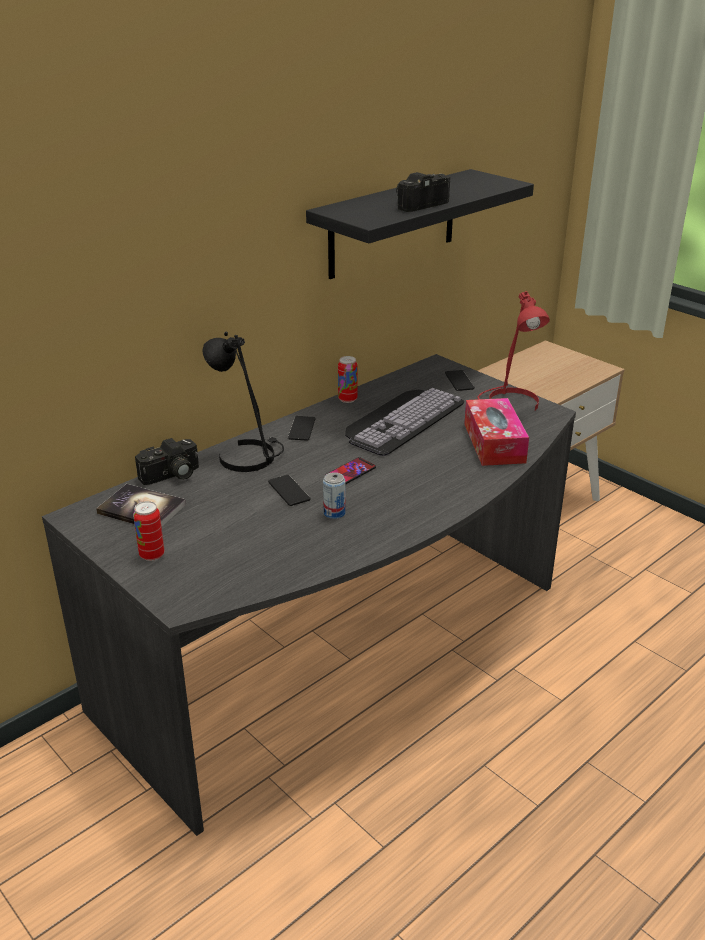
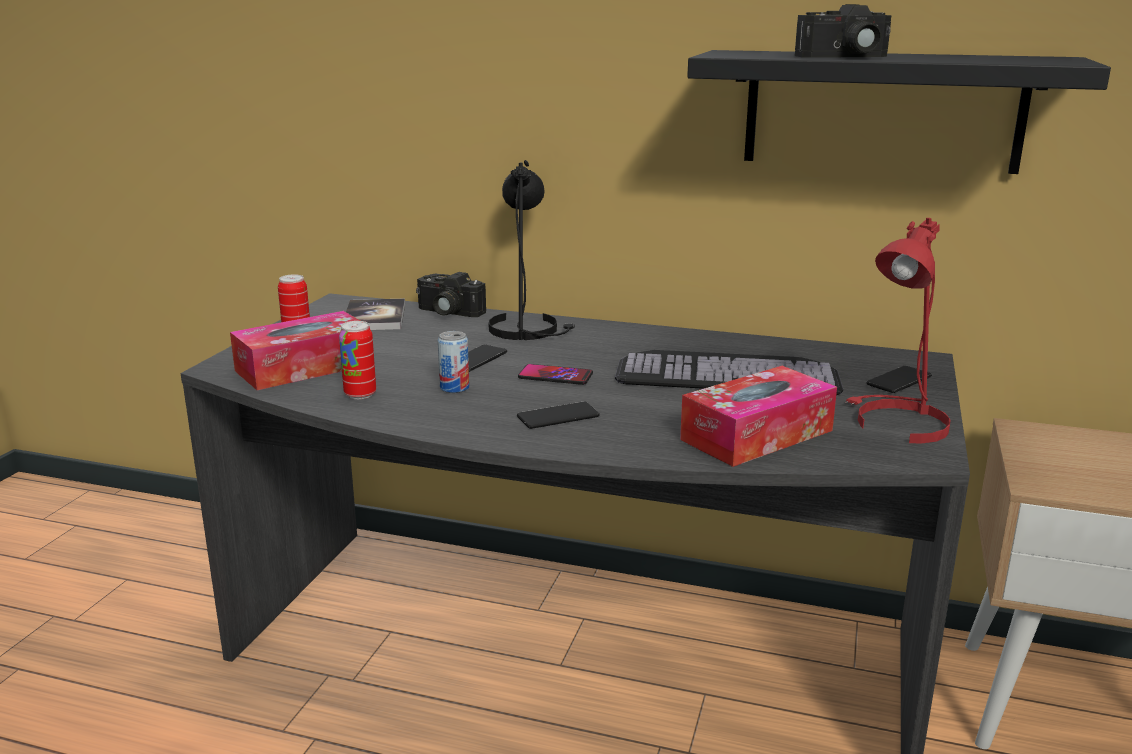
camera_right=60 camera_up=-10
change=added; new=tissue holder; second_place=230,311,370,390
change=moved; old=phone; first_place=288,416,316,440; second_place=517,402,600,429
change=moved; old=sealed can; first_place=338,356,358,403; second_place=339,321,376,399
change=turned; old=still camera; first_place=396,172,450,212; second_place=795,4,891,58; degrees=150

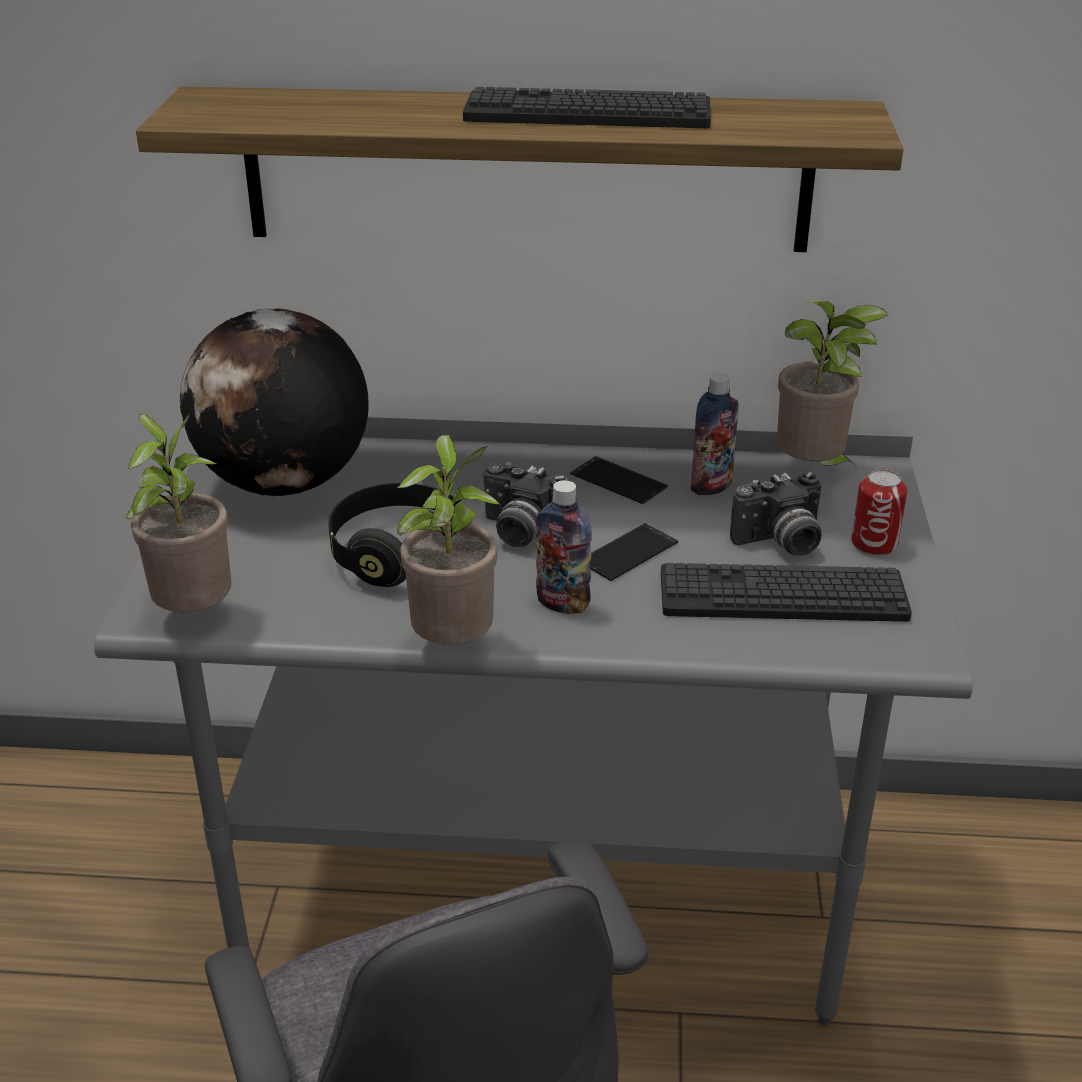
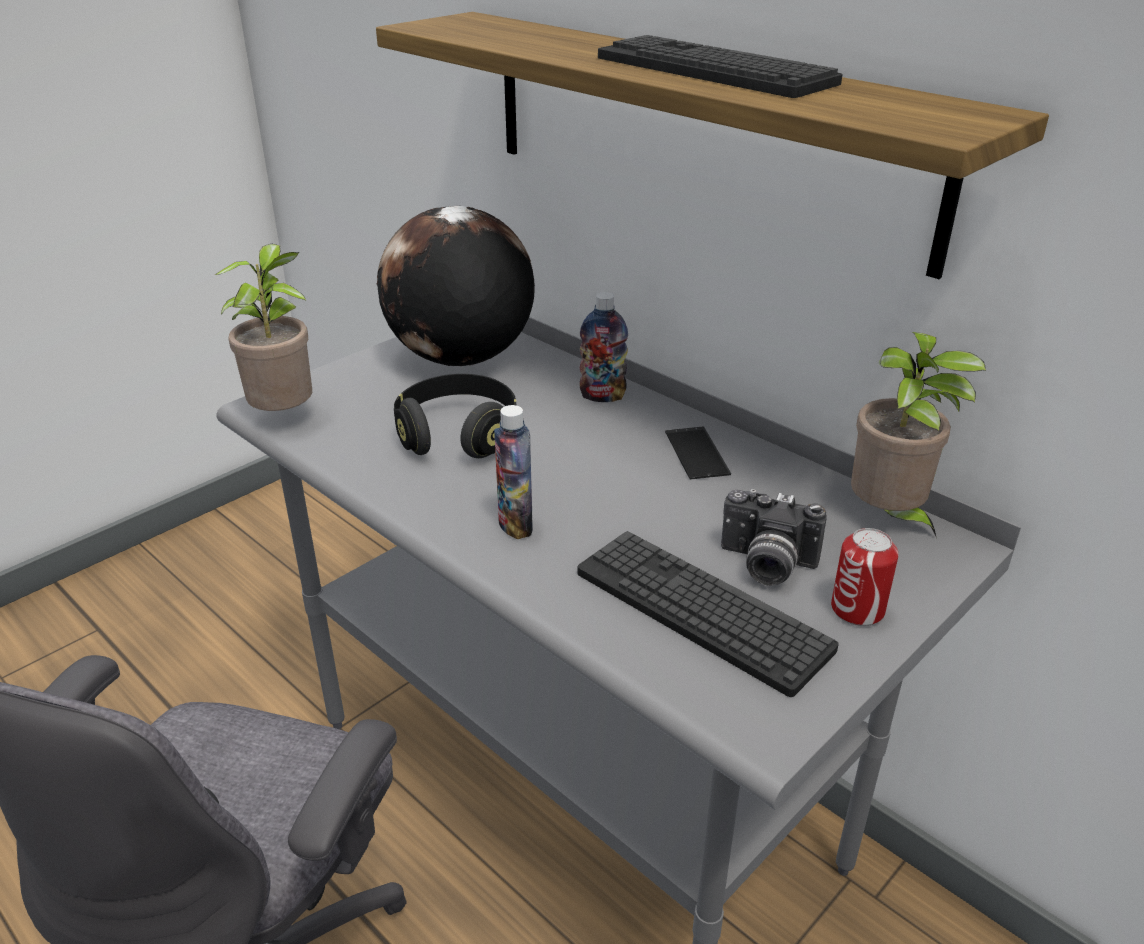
camera_right=40 camera_up=0
change=removed; old=houseplant; first_place=397,435,500,645
change=removed; old=still camera; first_place=484,462,570,547
change=removed; old=phone; first_place=590,523,678,581
change=moved; old=drink bottle; first_place=691,373,739,495; second_place=579,292,628,402

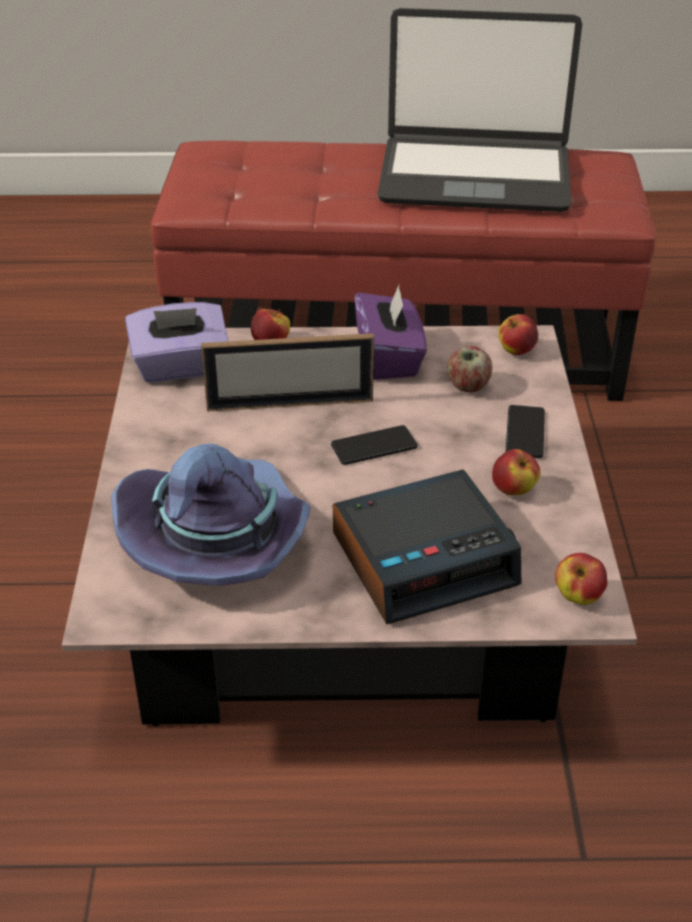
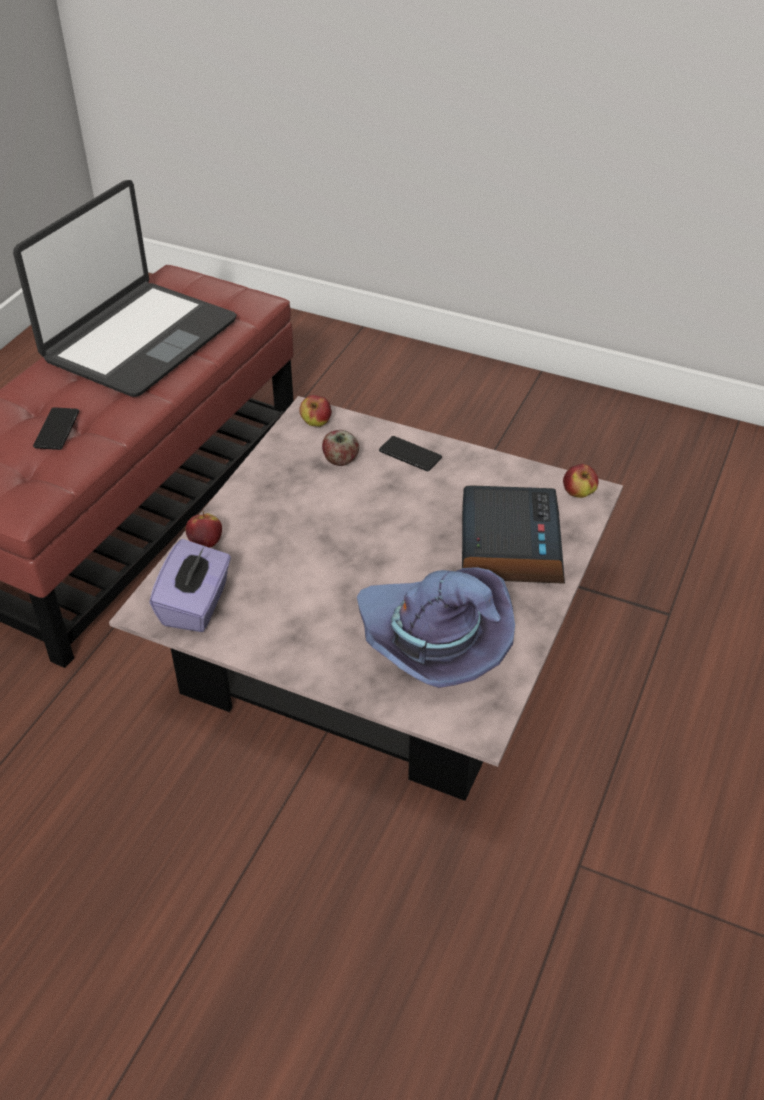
camera_right=-65 camera_up=5
change=removed; old=standing frame; first_place=201,333,374,412
change=removed; old=tissue holder (purple); first_place=354,285,427,380
change=removed; old=apple; first_place=492,449,540,495
change=moved; old=phone; first_place=331,425,418,465; second_place=33,407,79,450

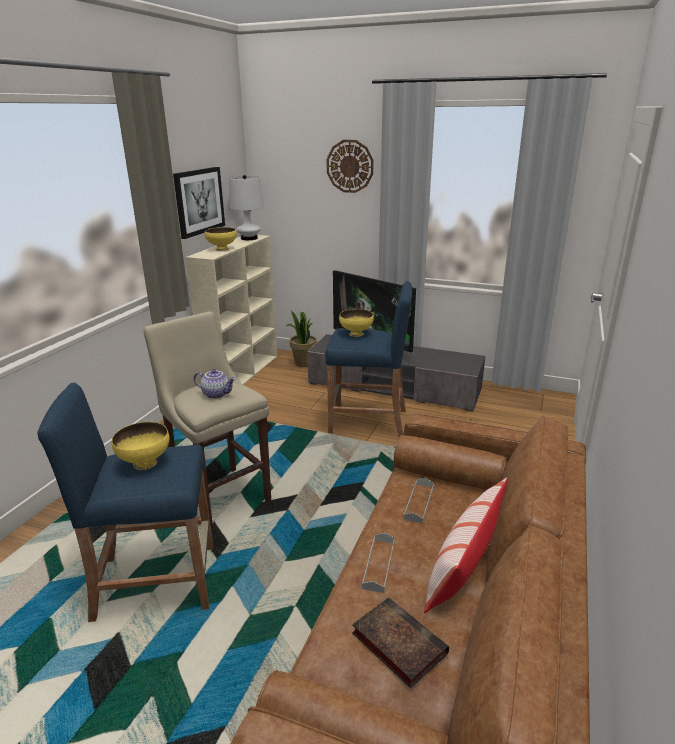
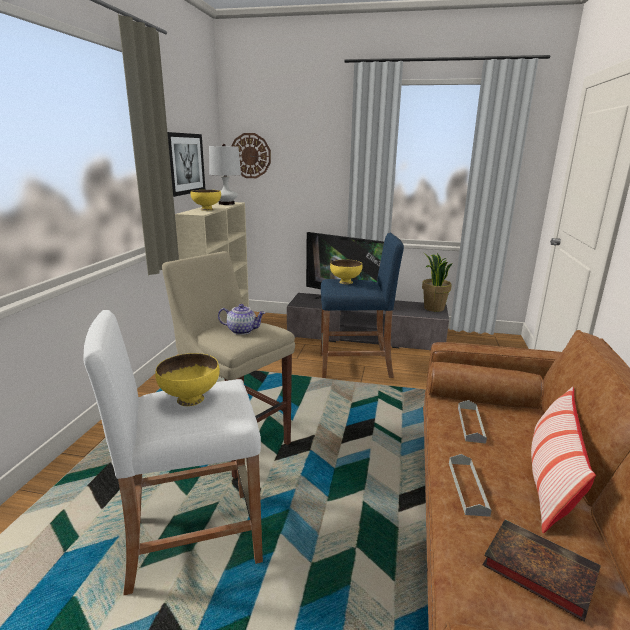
camera_right=-10 camera_up=-5
change=moved; old=houseplant; first_place=286,310,317,367; second_place=422,252,453,312
change=moved; old=wall clock; first_place=327,140,374,193; second_place=232,133,271,178
change=recoloured; old=sitting stool (bluish); new=sitting stool (white-coloured); first_place=37,383,213,622; second_place=83,310,263,596

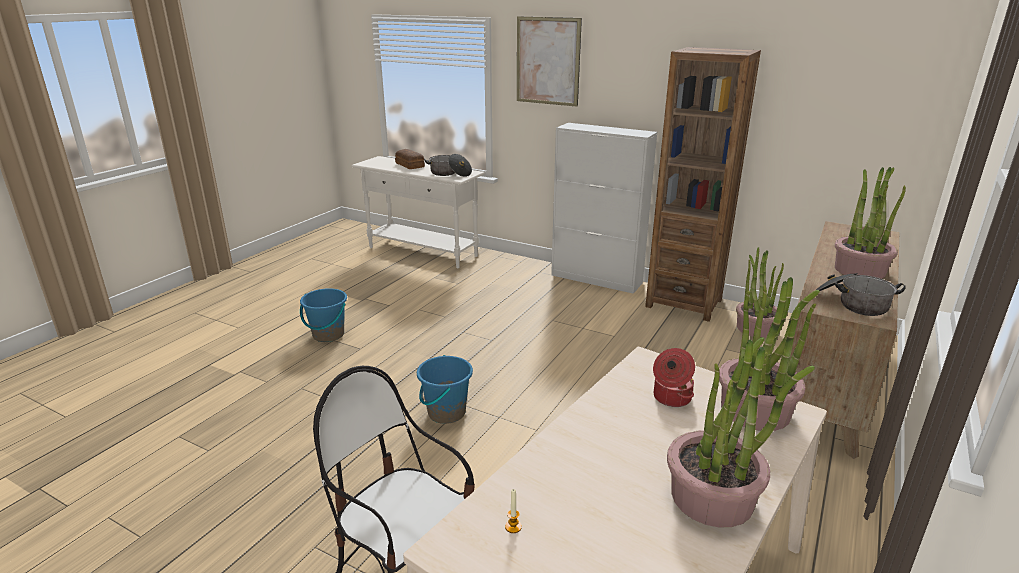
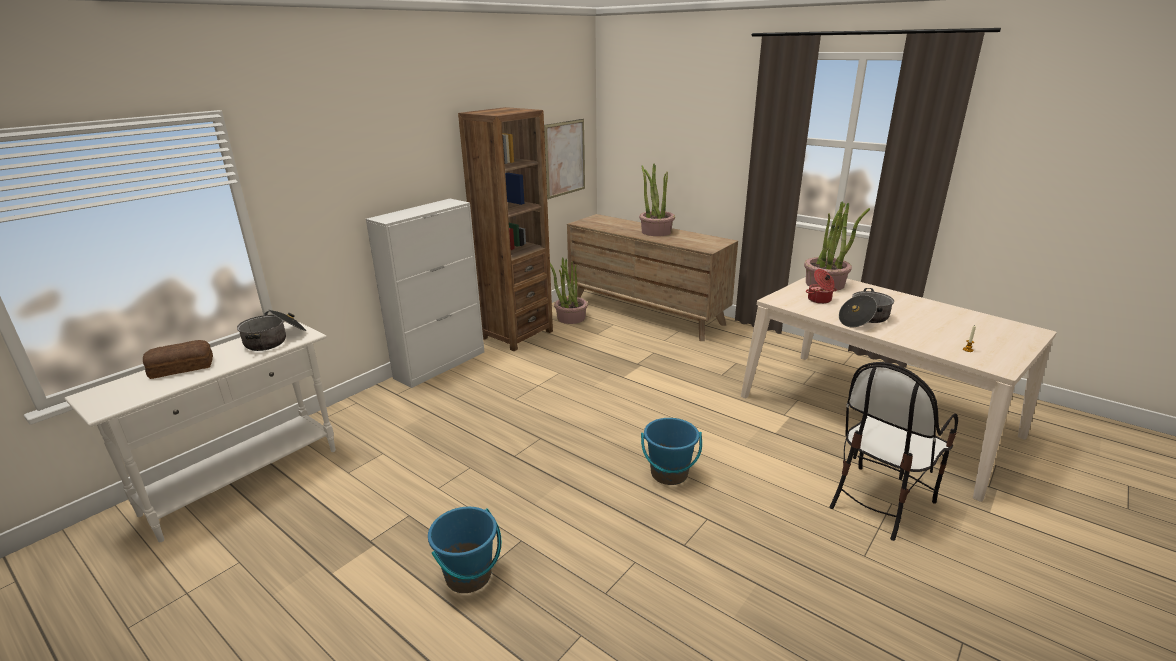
camera_right=-80 camera_up=0
change=removed; old=houseplant; first_place=667,337,815,528
change=moved; old=picture; first_place=517,16,582,107; second_place=544,119,585,199
change=moved; old=saucepot; first_place=816,273,906,316; second_place=839,288,894,327

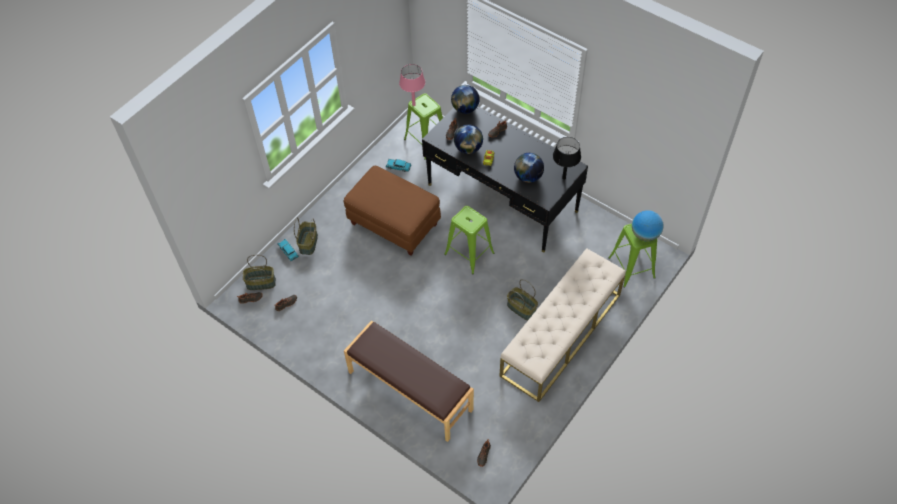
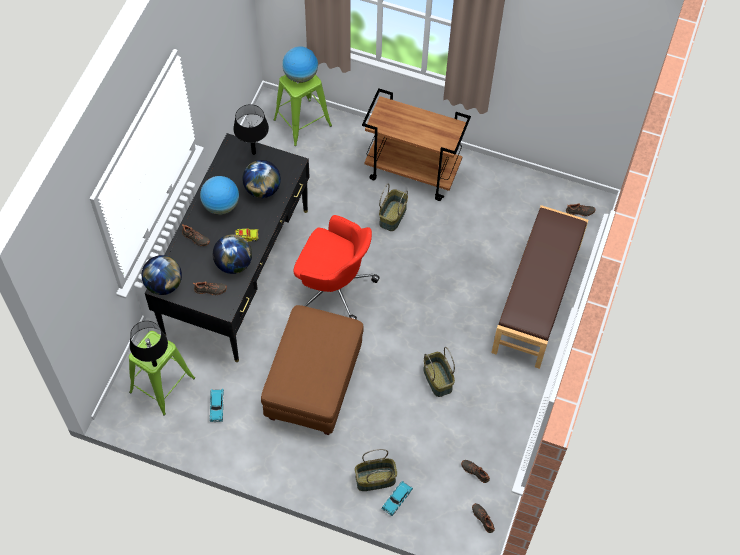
camera_right=-110 camera_up=5
change=added; new=globe; second_place=200,176,239,215
change=moved; old=household basket; first_place=243,254,276,290; second_place=423,347,455,397
change=replaced; old=sitting stool (green); new=office chair (red); first_place=444,206,494,274; second_place=293,215,380,319
change=replaced; old=indoor bench (beige-coloured); new=wheeled cart (brownish); first_place=500,248,626,402; second_place=362,88,471,201
change=recoloured; old=table lamp (pinkish); new=table lamp (blackish); first_place=399,64,425,106; second_place=130,321,168,367

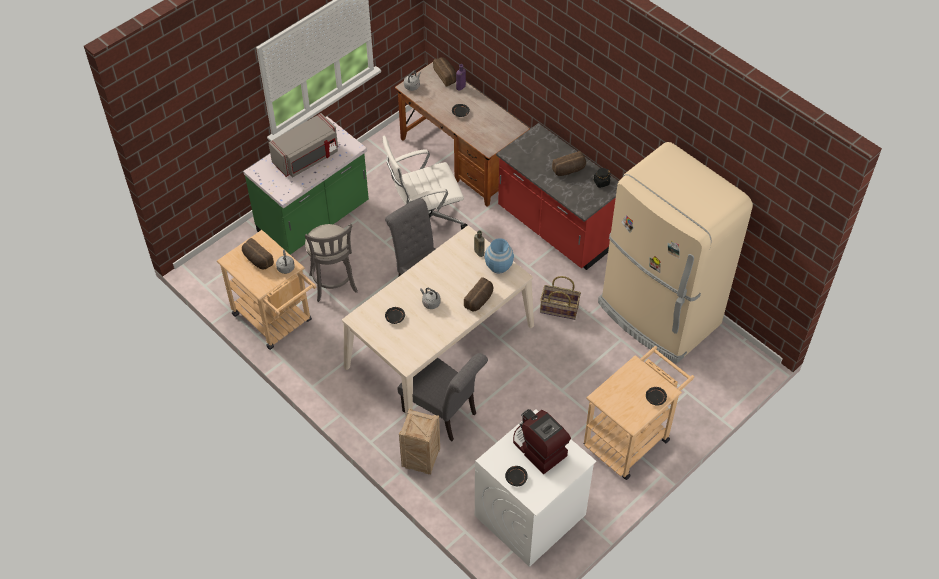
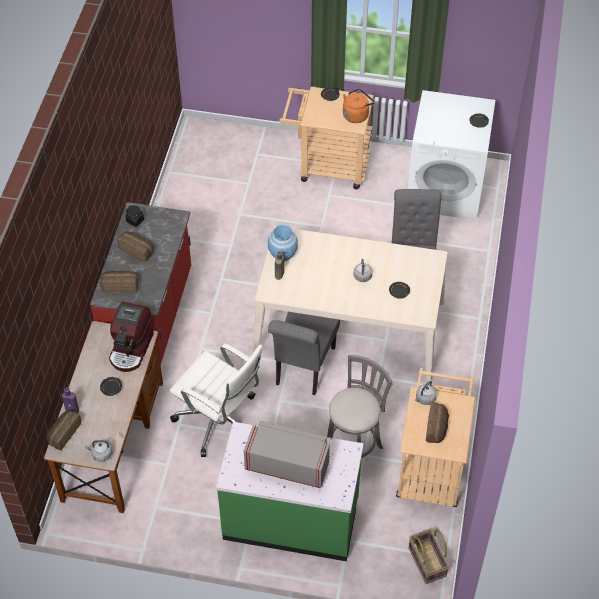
camera_right=-125 camera_up=0
change=removed; old=shipping crate; first_place=399,408,440,475
change=removed; old=kitchen fridge (beige-coloured); first_place=598,142,753,364
change=added; new=kettle (orange); second_place=343,88,375,123
change=moved; old=bread; first_place=464,277,493,311; second_place=100,271,139,292
change=moved; old=coffee maker; first_place=513,409,571,474; second_place=109,301,154,372
change=moved; old=household basket; first_place=540,276,581,320; second_place=409,528,450,584

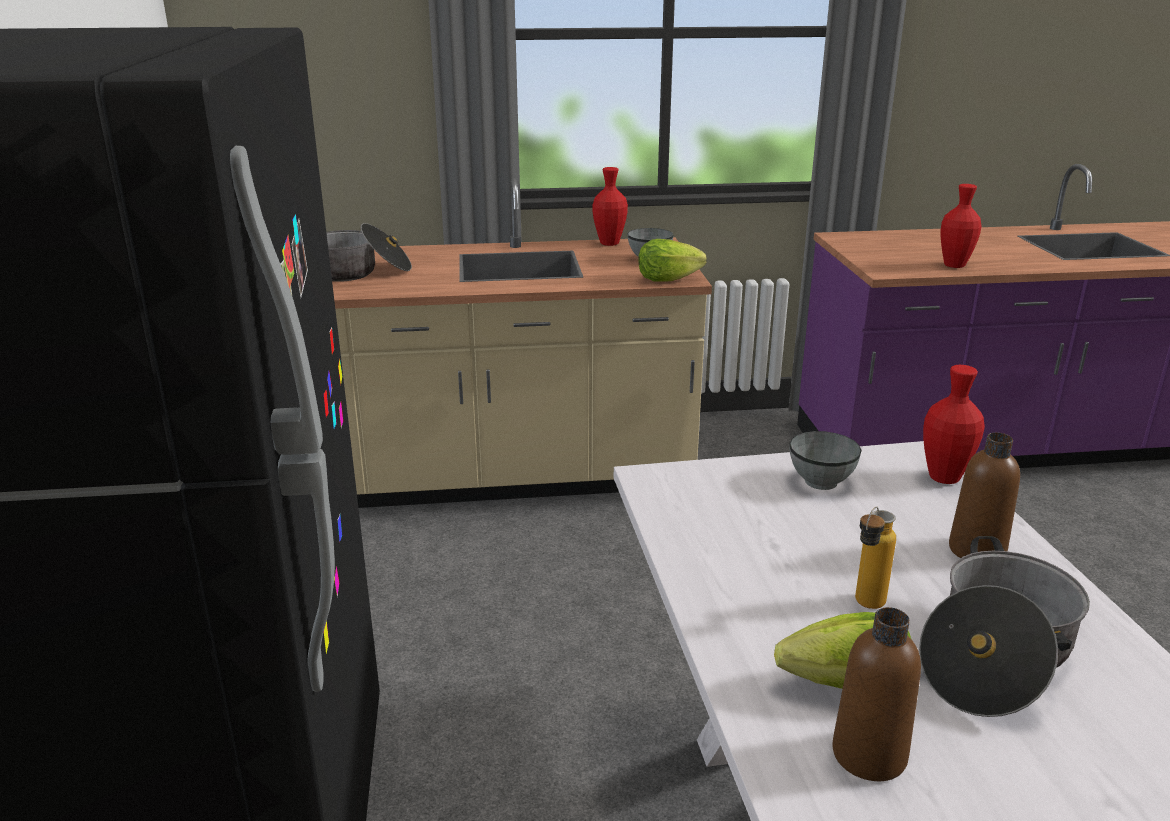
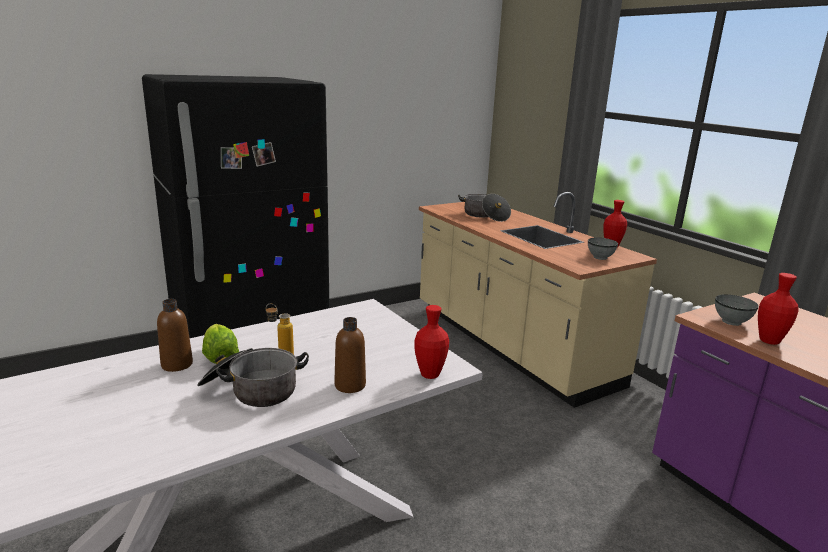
camera_right=65 camera_up=-5
change=removed; old=head of lettuce; first_place=638,239,707,282
change=moved; old=deep dish (gray); first_place=789,431,861,490; second_place=715,294,759,326

